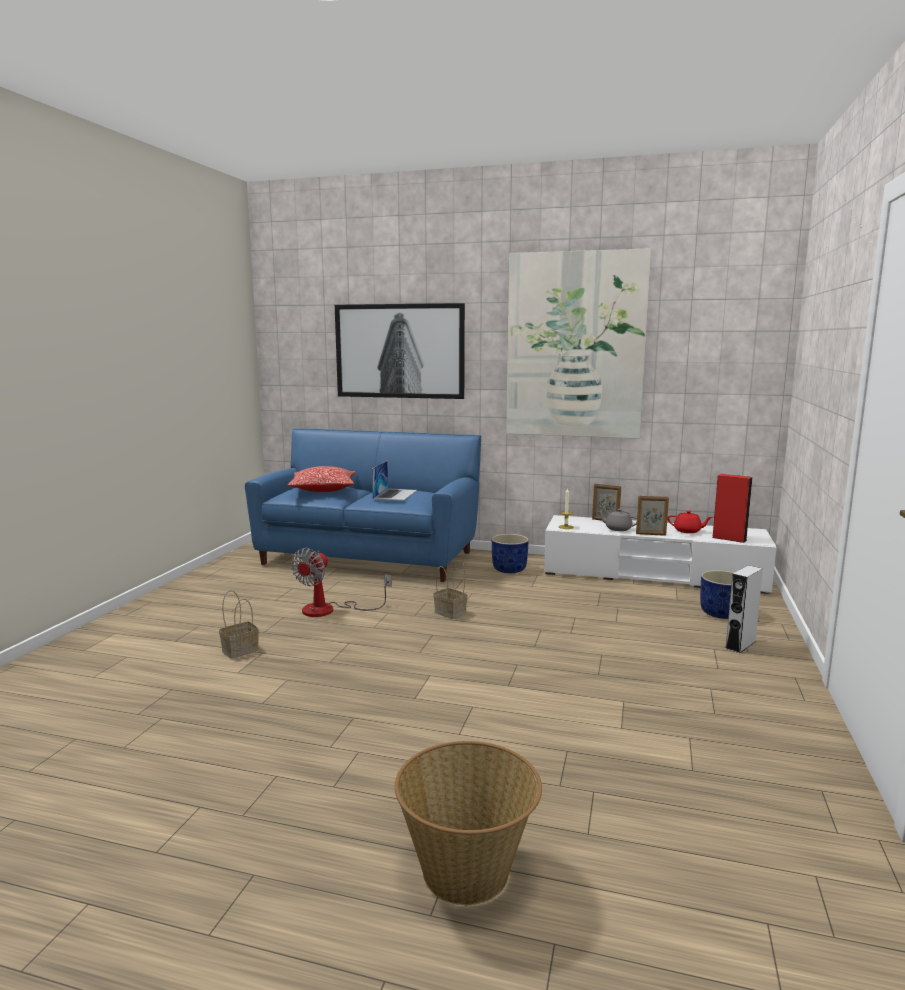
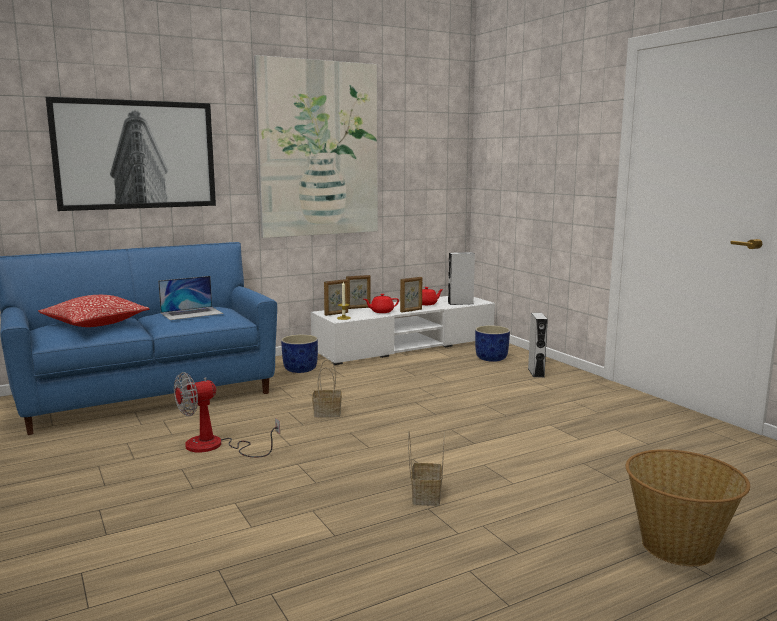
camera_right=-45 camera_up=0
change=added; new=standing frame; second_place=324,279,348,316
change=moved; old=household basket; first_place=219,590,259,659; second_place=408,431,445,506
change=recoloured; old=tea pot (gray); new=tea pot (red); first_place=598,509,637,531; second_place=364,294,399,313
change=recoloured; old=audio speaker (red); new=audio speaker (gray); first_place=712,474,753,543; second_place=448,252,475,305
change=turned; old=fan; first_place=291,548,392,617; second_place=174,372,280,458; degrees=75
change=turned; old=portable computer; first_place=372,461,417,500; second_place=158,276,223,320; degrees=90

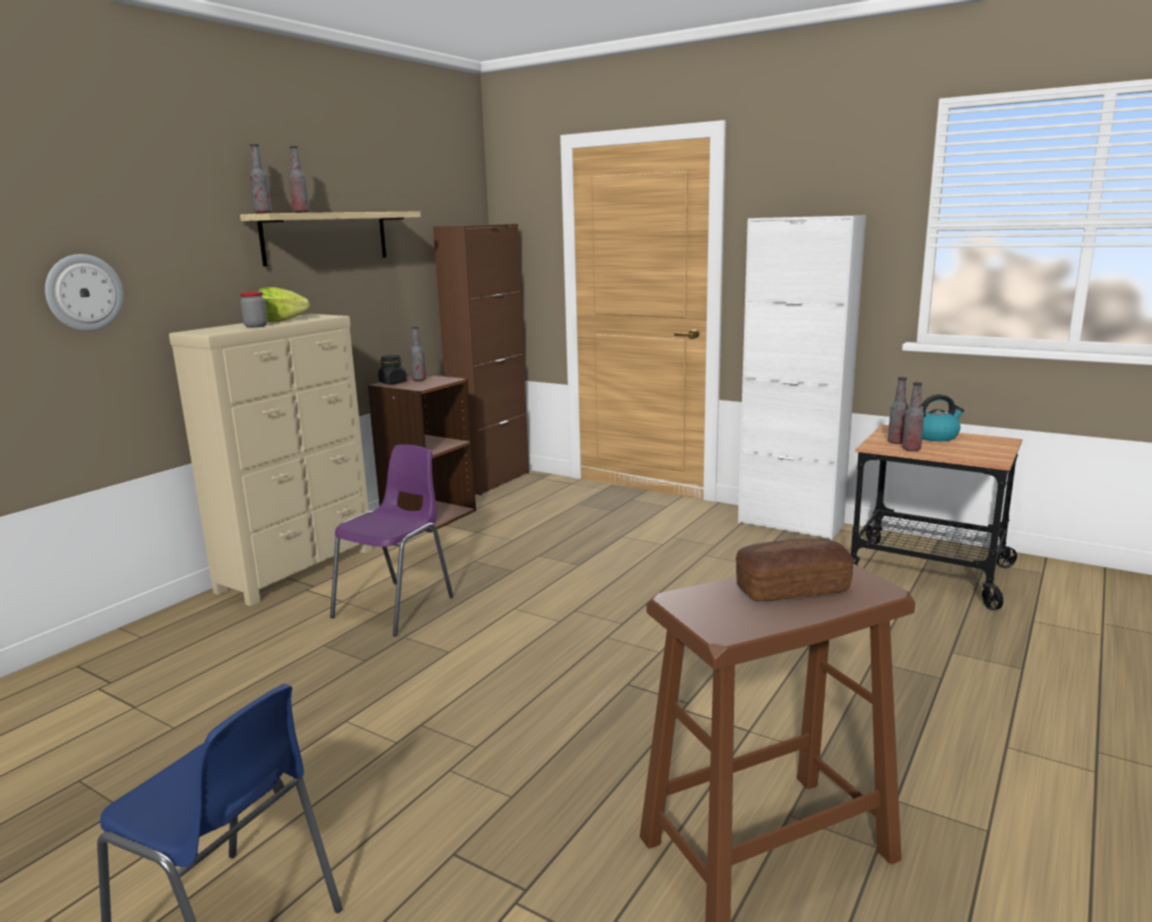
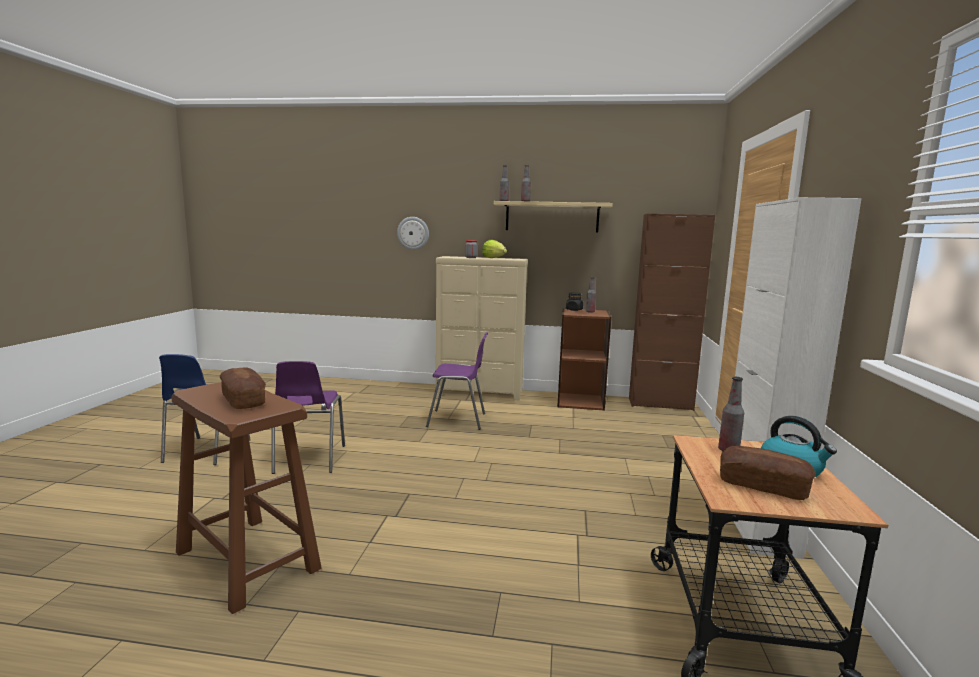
camera_right=65 camera_up=-5
change=removed; old=drink bottle; first_place=902,382,924,451
change=added; new=chair (purple); second_place=271,361,345,474
change=added; new=bread; second_place=720,446,815,500

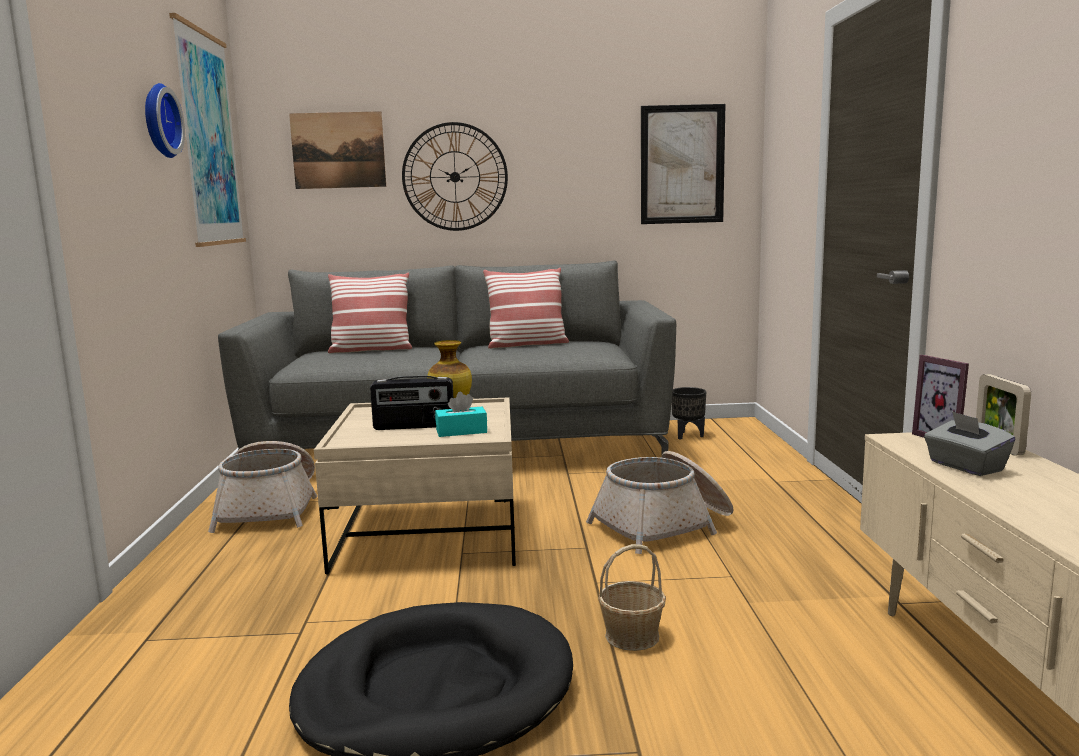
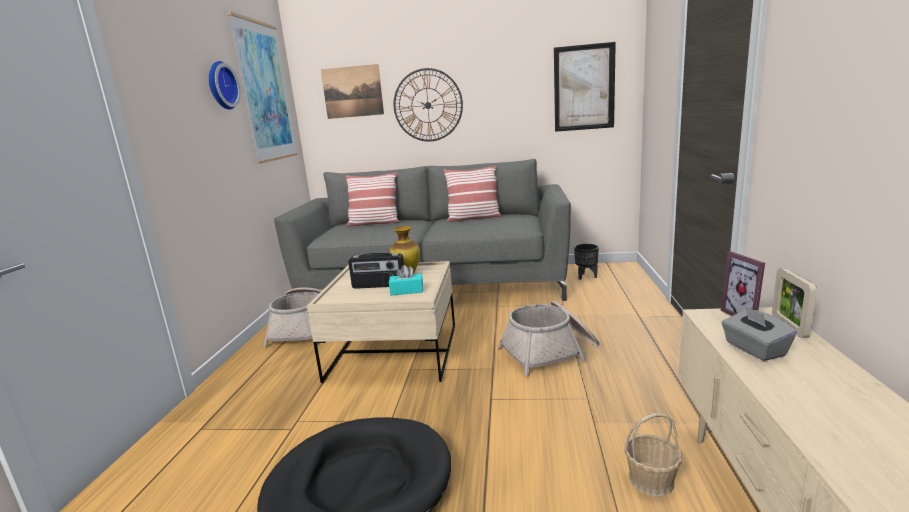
camera_right=10 camera_up=5
change=moved; old=household basket; first_place=598,544,666,651; second_place=624,413,682,497

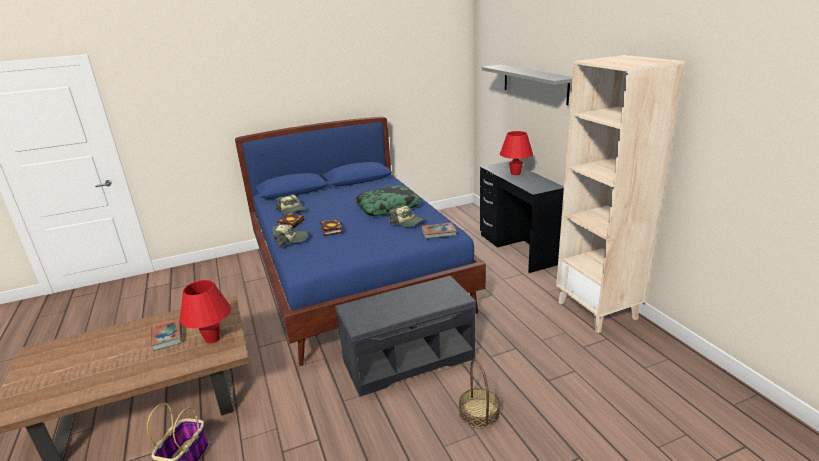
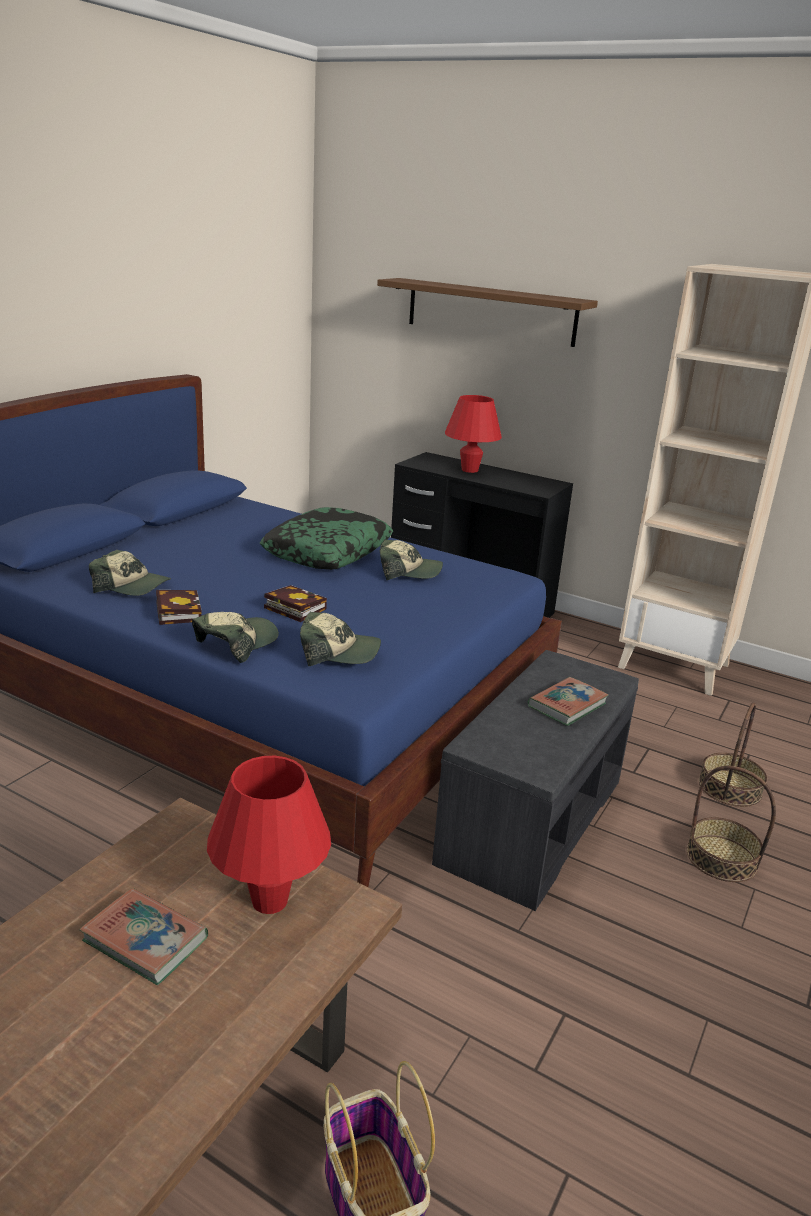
camera_right=-40 camera_up=0
change=added; new=cap; second_place=300,612,381,666
change=added; new=household basket; second_place=699,703,767,807
change=moved; old=volume; first_place=421,223,457,239; second_place=527,677,609,726
change=recoloured; old=shelf (gray); new=shelf (brownish); first_place=482,65,572,105; second_place=377,278,598,347

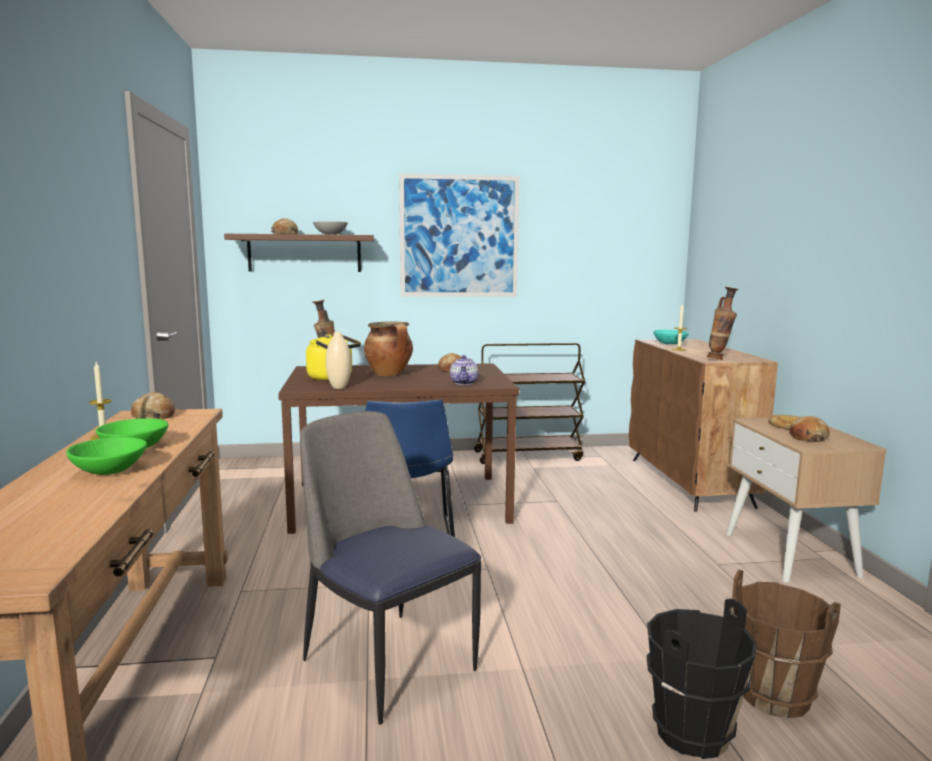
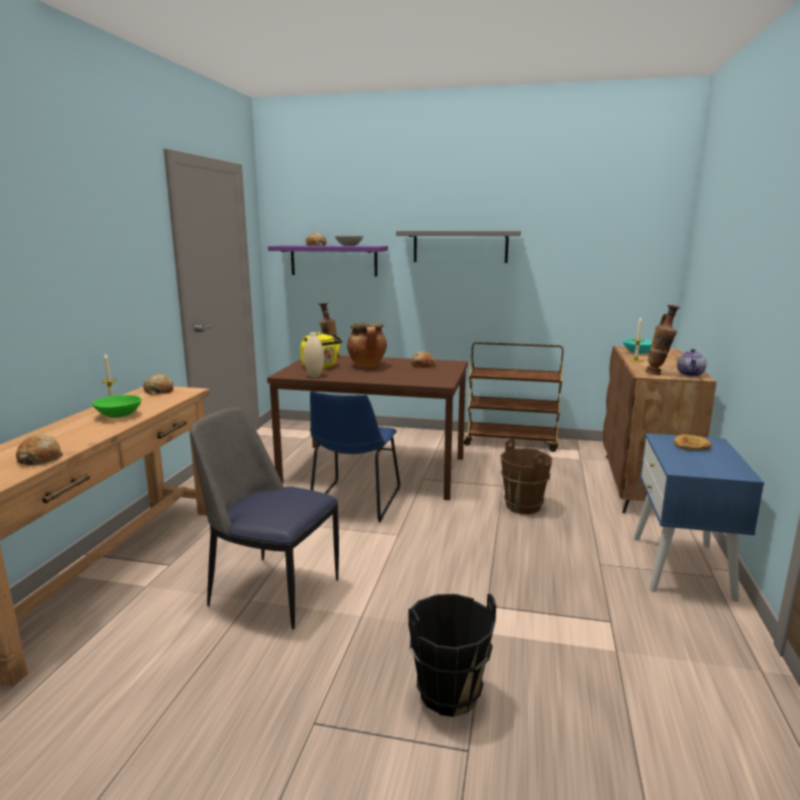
camera_right=20 camera_up=5
change=removed; old=deep dish (green); first_place=66,437,147,475
change=moved; old=tea pot; first_place=450,355,479,385; second_place=677,349,707,376
change=moved; old=water bucket (brownish); first_place=732,570,841,718; second_place=501,438,553,514
change=moved; old=bread; first_place=790,416,829,442; second_place=16,435,63,465
change=replaced; old=picture; new=shelf (gray); first_place=399,173,520,297; second_place=396,231,521,263
change=recoloured; old=shelf (brownish); new=shelf (purple); first_place=224,234,374,272; second_place=268,245,388,276
change=recoloured; old=nightstand (beige-coloured); new=nightstand (bluish); first_place=726,418,886,582; second_place=633,433,764,602
change=turned; old=chair; first_place=300,411,481,725; second_place=190,407,339,629; degrees=-45

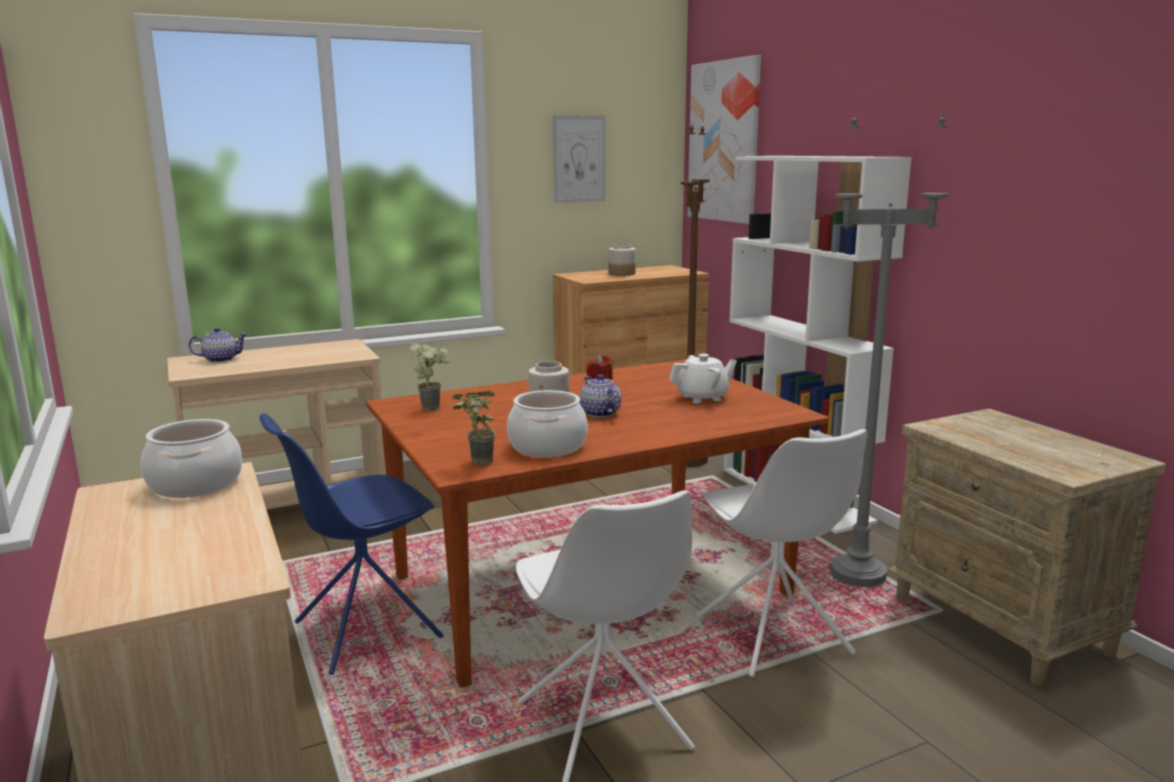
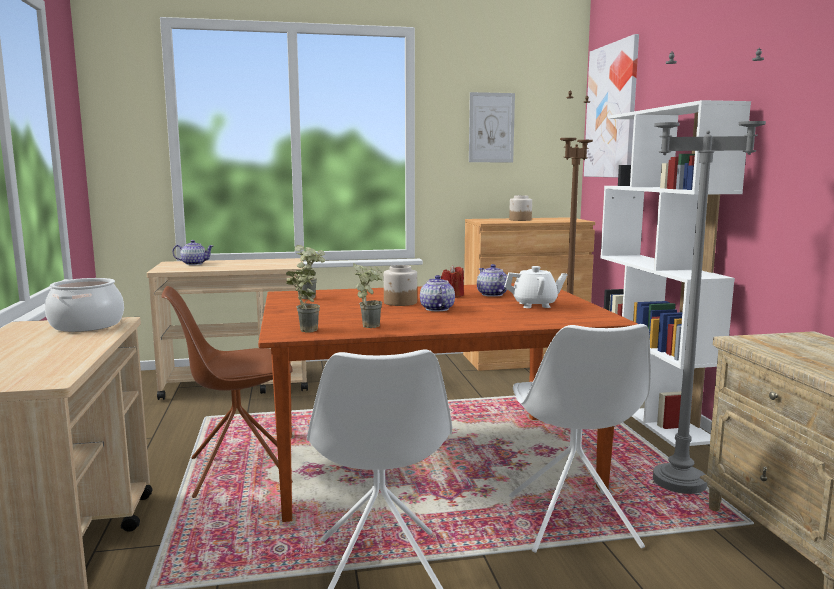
camera_right=15 camera_up=-5
change=added; new=tea pot; second_place=477,264,507,297
change=replaced; old=saucepot; new=houseplant; first_place=507,390,588,457; second_place=353,263,382,328
change=recoloured; old=chair (bluish); new=chair (brownish); first_place=260,413,444,675; second_place=161,286,293,498

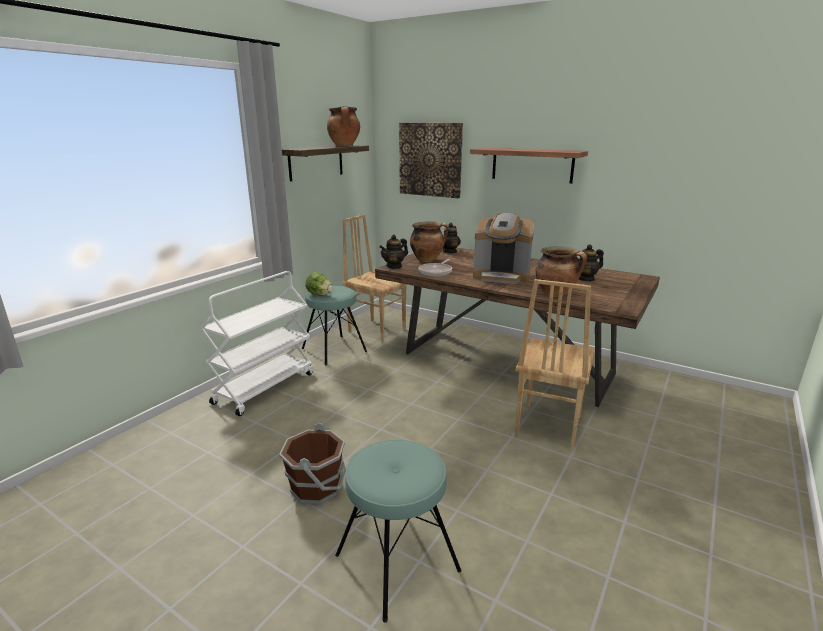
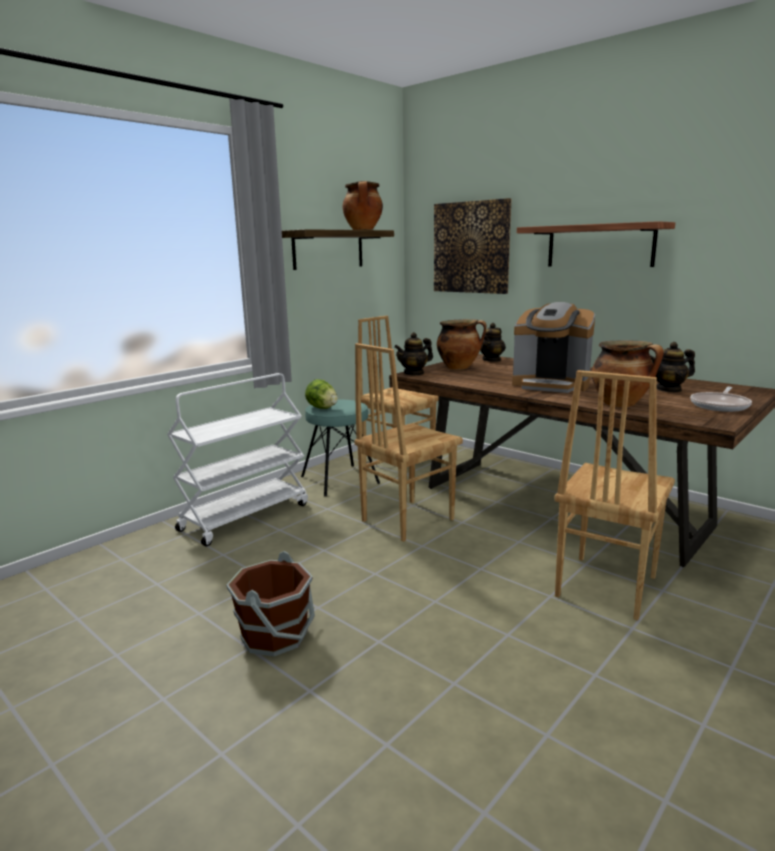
camera_right=10 camera_up=-5
change=removed; old=sitting stool (turquoise-coloured); first_place=335,440,461,623
change=added; new=chair (brownish); second_place=354,343,463,542
change=moved; old=frying pan; first_place=418,259,452,276; second_place=690,387,752,412

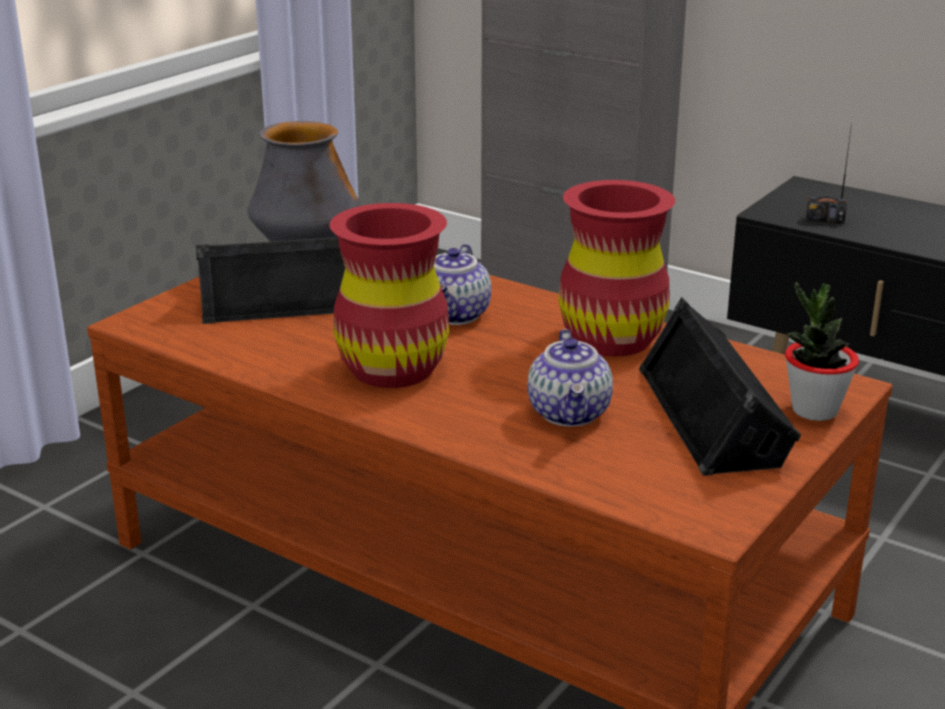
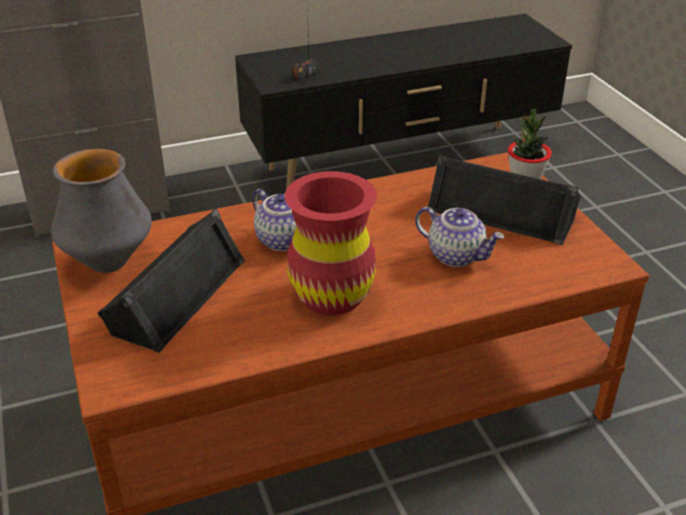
camera_right=-55 camera_up=10
change=removed; old=vase (red); first_place=558,180,675,356

